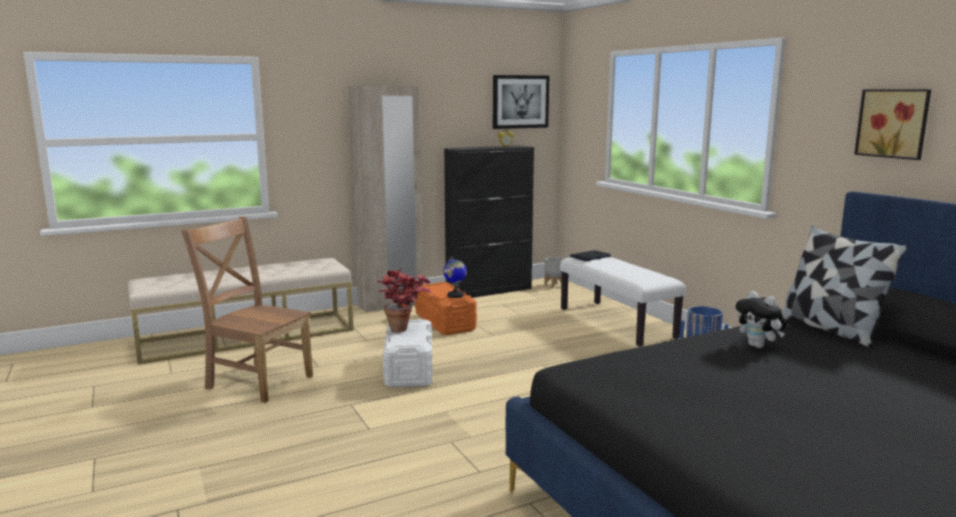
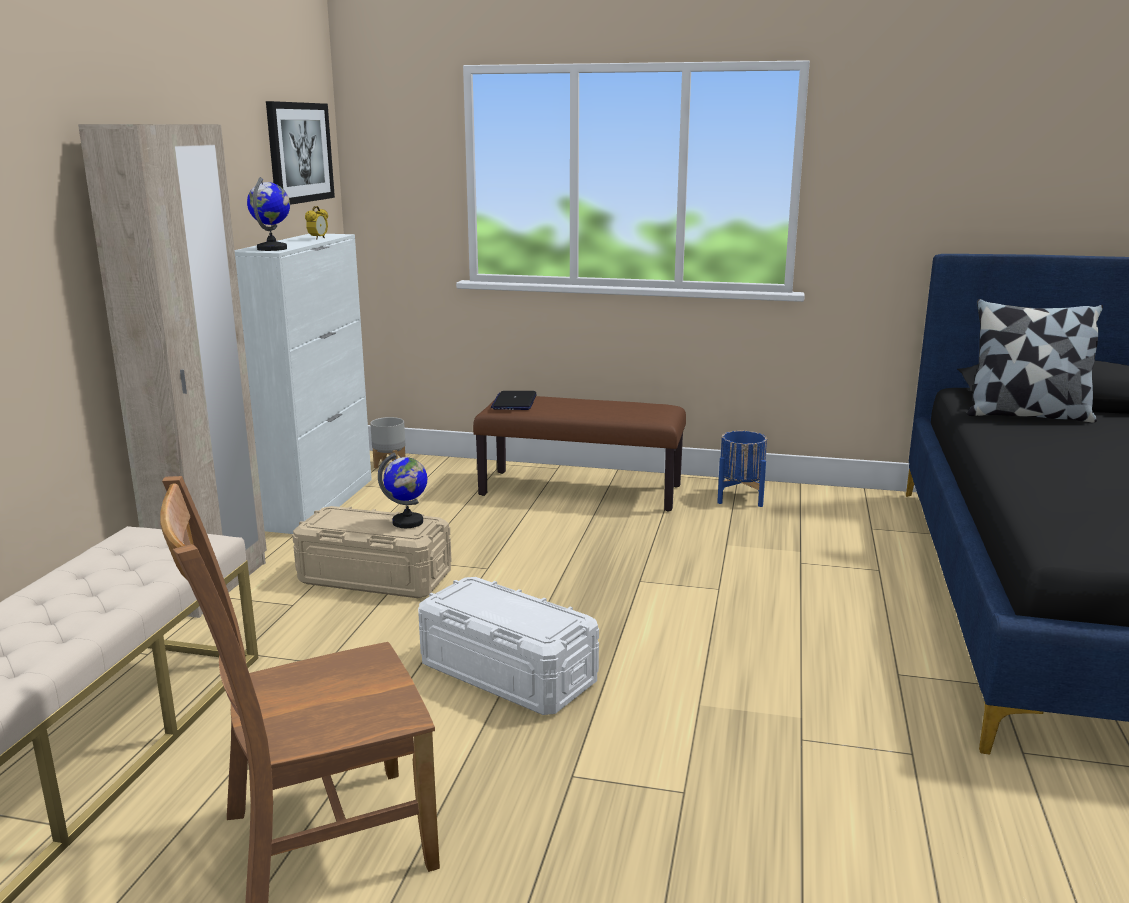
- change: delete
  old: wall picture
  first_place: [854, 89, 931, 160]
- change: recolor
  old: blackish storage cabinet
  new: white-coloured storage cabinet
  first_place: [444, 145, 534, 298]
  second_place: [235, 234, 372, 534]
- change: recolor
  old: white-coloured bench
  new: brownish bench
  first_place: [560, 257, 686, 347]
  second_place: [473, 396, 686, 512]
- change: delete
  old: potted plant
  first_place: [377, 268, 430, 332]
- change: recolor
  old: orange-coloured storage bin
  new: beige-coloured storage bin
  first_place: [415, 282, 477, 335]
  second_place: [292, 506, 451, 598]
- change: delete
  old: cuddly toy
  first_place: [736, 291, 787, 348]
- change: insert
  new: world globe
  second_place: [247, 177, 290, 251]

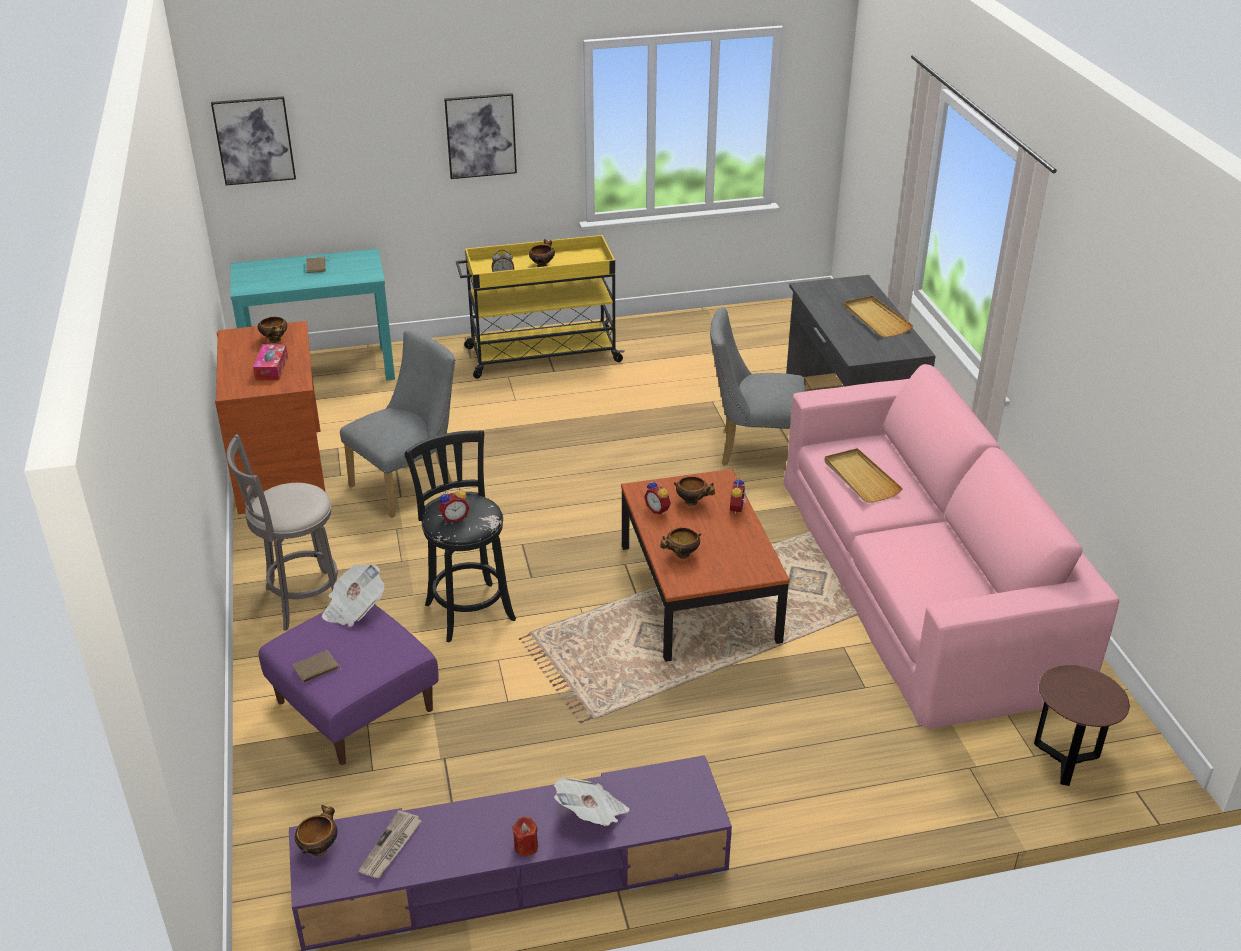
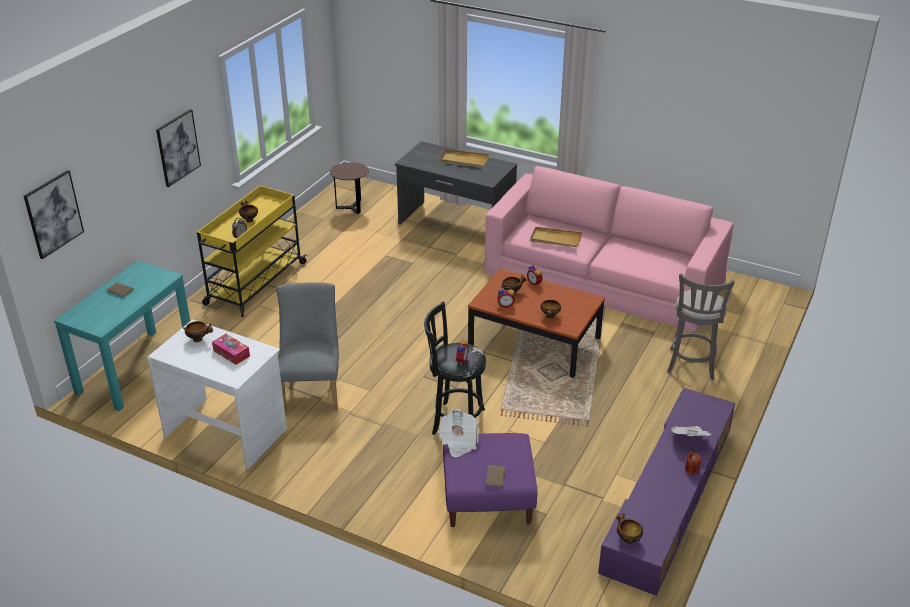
- change: delete
  old: gray upright chair
  first_place: [710, 307, 806, 466]
- change: recolor
  old: brownish desk table
  new: white-coloured desk table
  first_place: [215, 321, 325, 515]
  second_place: [147, 319, 287, 470]
- change: move
  old: gray stool seat
  first_place: [227, 434, 338, 631]
  second_place: [667, 273, 734, 380]
- change: move
  old: brownish accent table
  first_place: [1034, 665, 1130, 786]
  second_place: [330, 162, 369, 214]
- change: delete
  old: newspaper
  first_place: [358, 810, 422, 878]

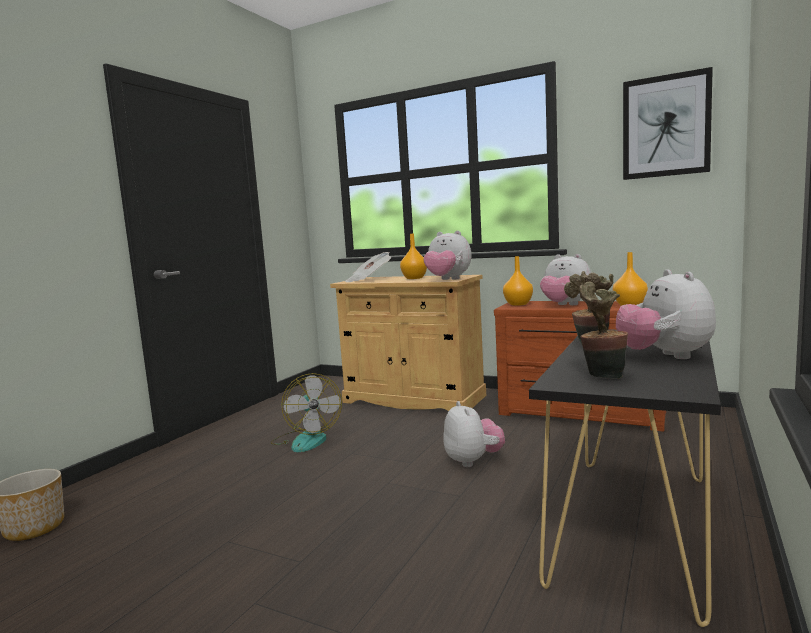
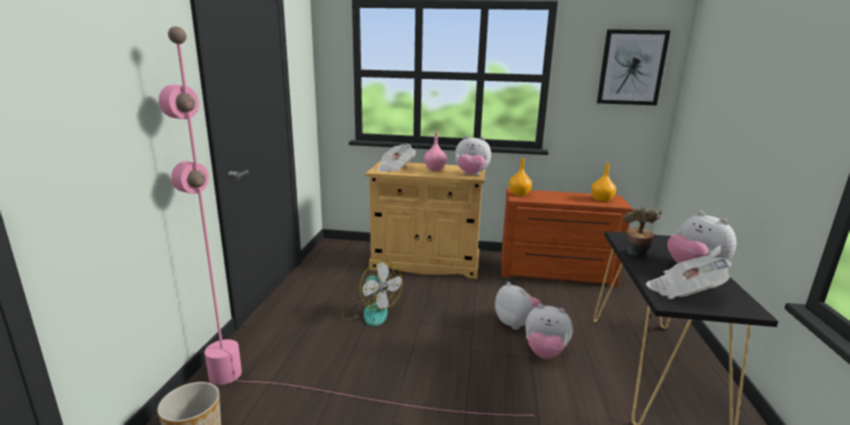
- change: recolor
  old: orange-coloured flower vase
  new: pink-coloured flower vase
  first_place: [400, 234, 427, 279]
  second_place: [424, 132, 447, 171]
- change: move
  old: cuddly toy
  first_place: [540, 254, 591, 305]
  second_place: [525, 304, 573, 359]
- change: replace
  old: potted plant
  new: newspaper
  first_place: [579, 282, 628, 379]
  second_place: [646, 256, 732, 299]
- change: insert
  new: pink-coloured floor lamp
  second_place: [159, 26, 534, 416]

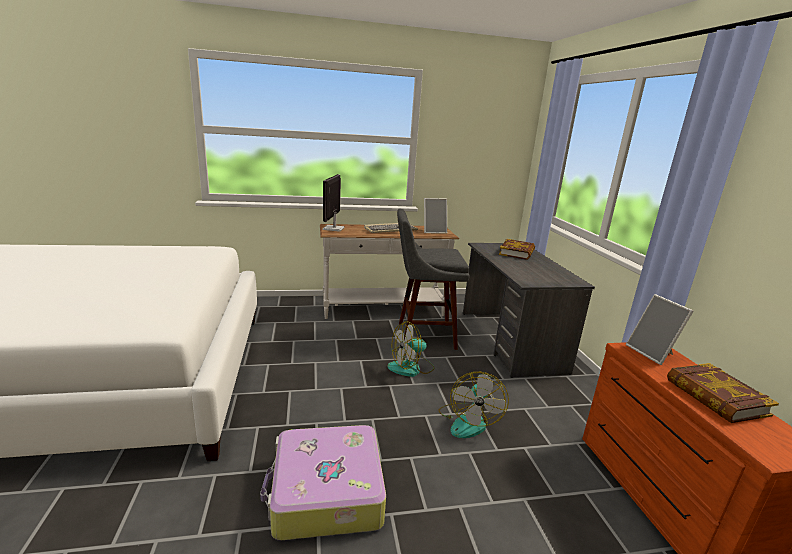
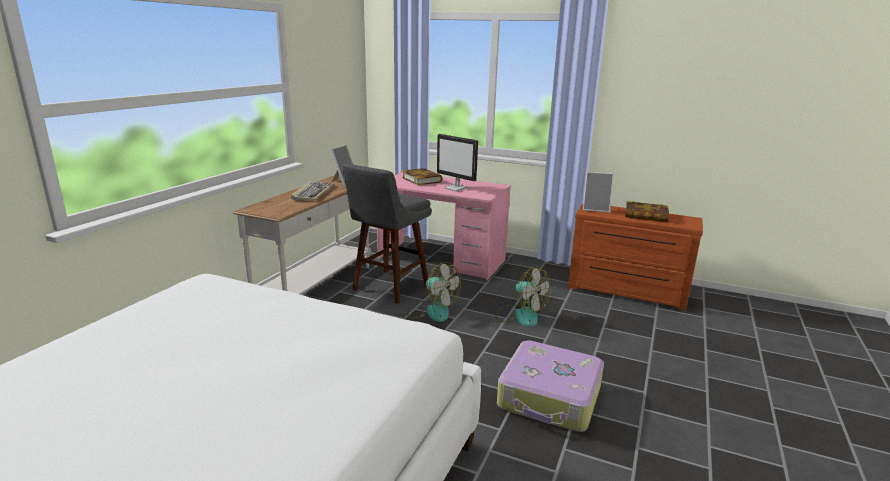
- change: move
  old: monitor
  first_place: [323, 174, 345, 231]
  second_place: [437, 134, 478, 191]
- change: recolor
  old: gray desk table
  new: pink-coloured desk table
  first_place: [463, 243, 595, 378]
  second_place: [377, 172, 511, 280]
- change: rotate
  old: fan
  first_place: [387, 321, 434, 377]
  second_place: [407, 262, 461, 322]
  degrees: -60

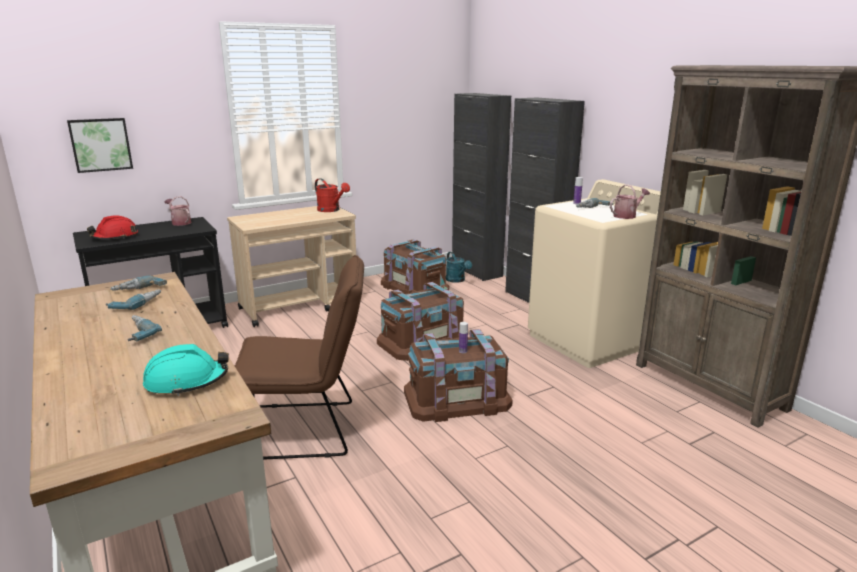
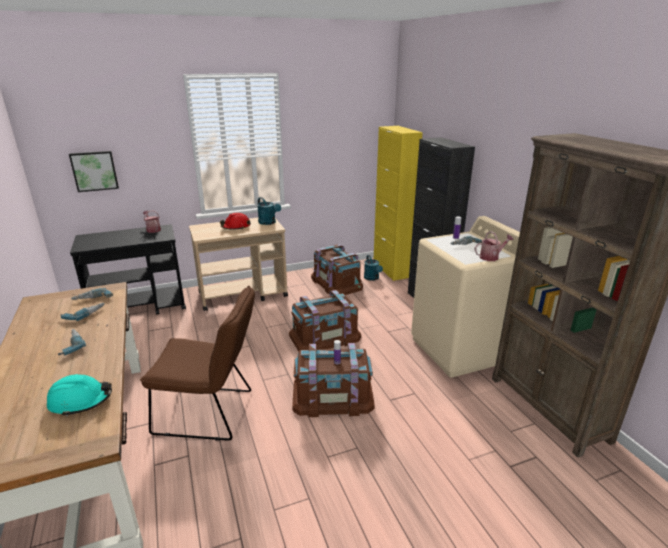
- change: recolor
  old: blackish storage cabinet
  new: yellowish storage cabinet
  first_place: [452, 93, 511, 281]
  second_place: [374, 126, 423, 281]
- change: recolor
  old: reddish watering pot
  new: turquoise-coloured watering pot
  first_place: [315, 178, 350, 212]
  second_place: [257, 197, 281, 225]
- change: move
  old: reddish work helmet
  first_place: [87, 215, 138, 239]
  second_place: [220, 213, 251, 230]

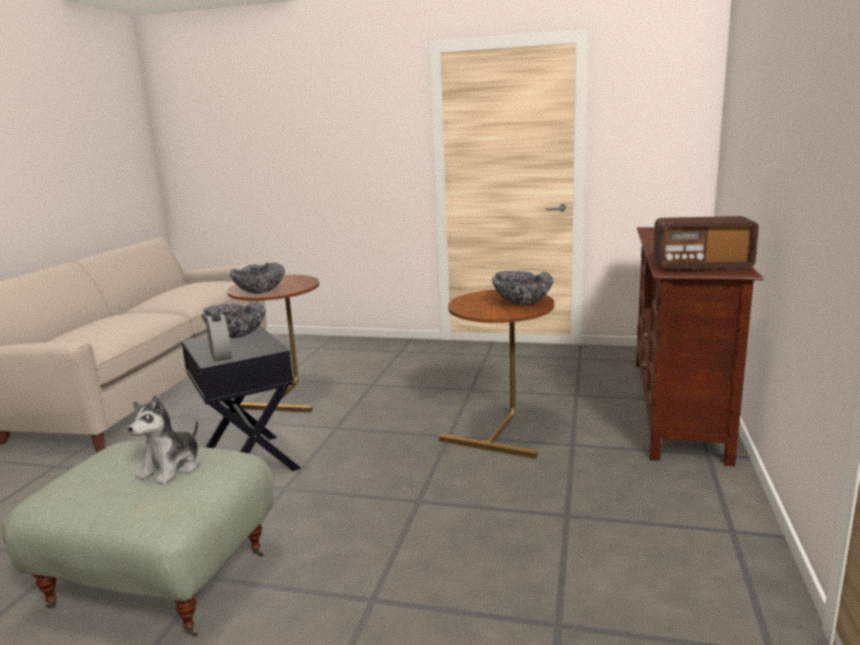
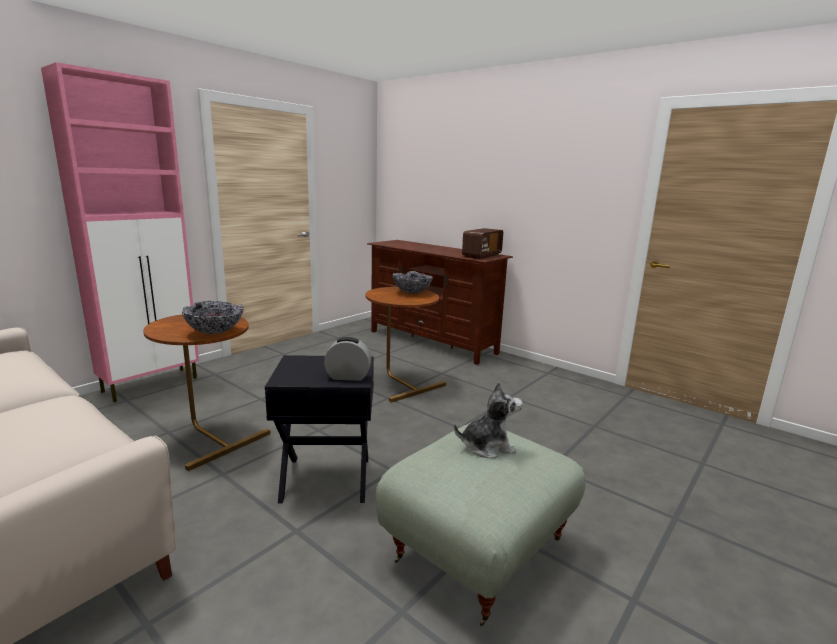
- change: delete
  old: bowl
  first_place: [202, 301, 266, 338]
- change: rotate
  old: cuddly toy
  first_place: [128, 395, 200, 485]
  second_place: [454, 381, 523, 459]
  degrees: -60
- change: insert
  new: pink-coloured storage cabinet
  second_place: [41, 62, 199, 402]

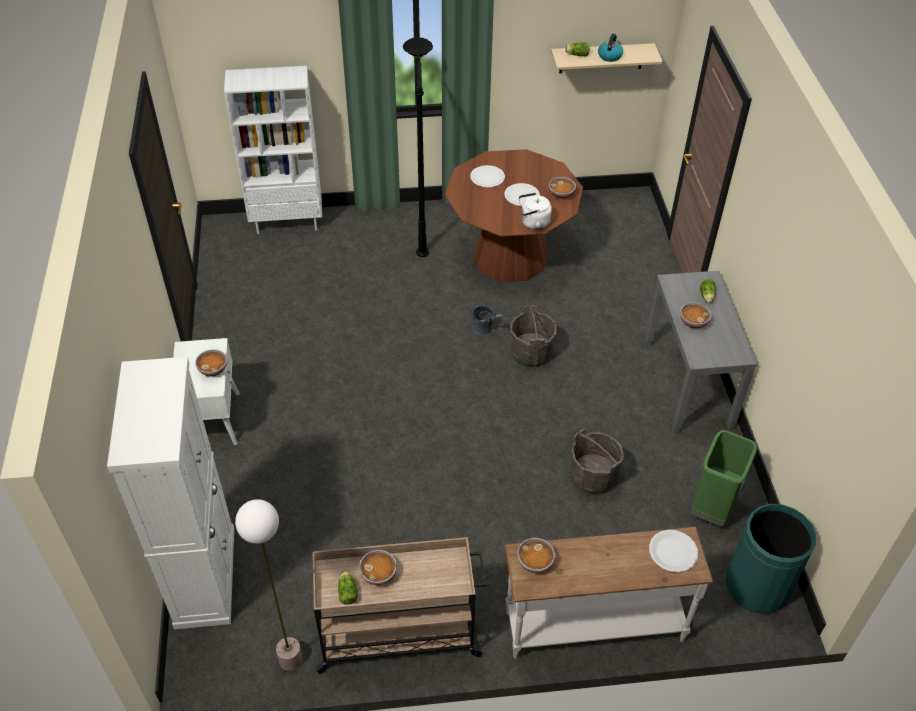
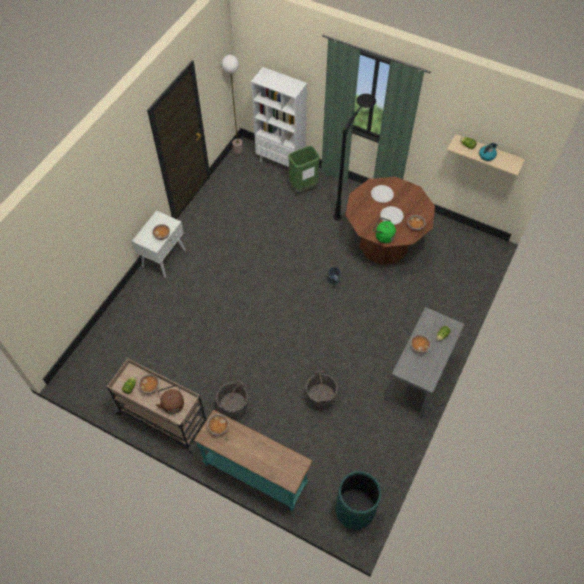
- change: recolor
  old: white-coloured tea kettle
  new: green-coloured tea kettle
  first_place: [519, 193, 552, 230]
  second_place: [373, 218, 396, 243]
- change: move
  old: gray bucket
  first_place: [510, 305, 557, 367]
  second_place: [216, 380, 248, 419]
- change: delete
  old: white-coloured storage cabinet
  first_place: [107, 357, 234, 629]
- change: move
  old: green-coloured rubbish bin
  first_place: [691, 430, 757, 526]
  second_place: [288, 146, 320, 193]
- change: move
  old: floor lamp
  first_place: [235, 499, 303, 671]
  second_place: [222, 55, 243, 154]
- change: recolor
  old: white-coloured console table
  new: turquoise-coloured console table
  first_place: [505, 527, 714, 659]
  second_place: [194, 410, 313, 512]
- change: delete
  old: white-coloured dinner plate
  first_place: [649, 530, 698, 572]
- change: insert
  new: brownish tea kettle
  second_place: [156, 385, 184, 414]

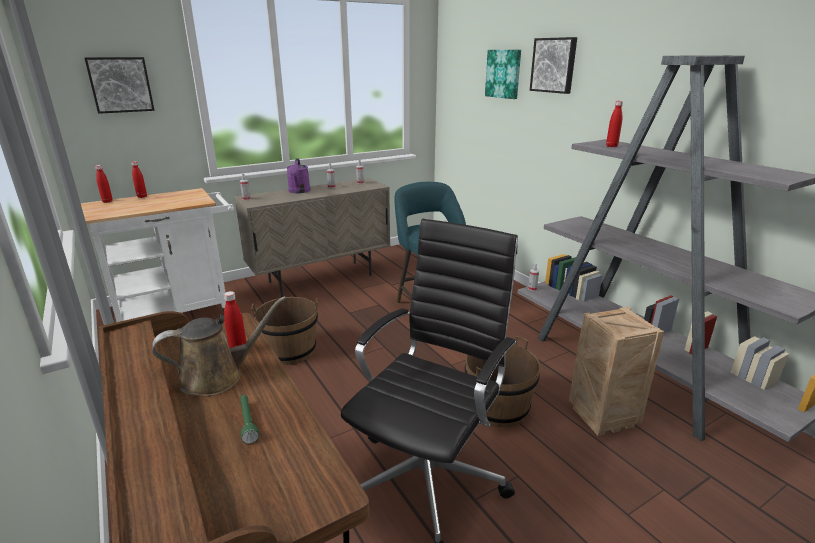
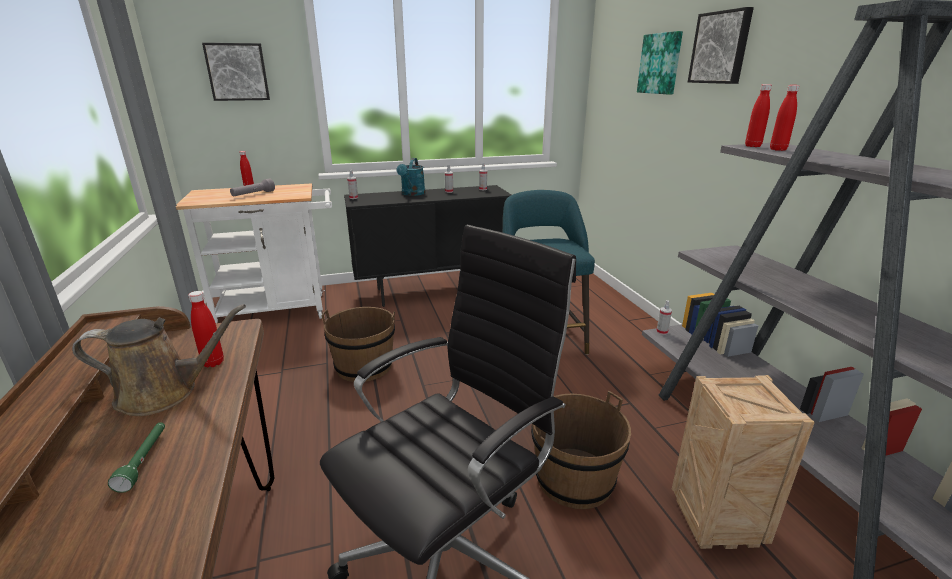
- change: recolor
  old: purplish watering pot
  new: turquoise-coloured watering pot
  first_place: [286, 158, 311, 193]
  second_place: [396, 158, 425, 196]
- change: move
  old: reddish bottle
  first_place: [95, 165, 113, 203]
  second_place: [745, 84, 772, 147]
- change: recolor
  old: beige-coloured storage cabinet
  new: blackish storage cabinet
  first_place: [234, 178, 390, 298]
  second_place: [344, 185, 511, 307]
- change: insert
  new: gray flashlight
  second_place: [230, 178, 275, 196]

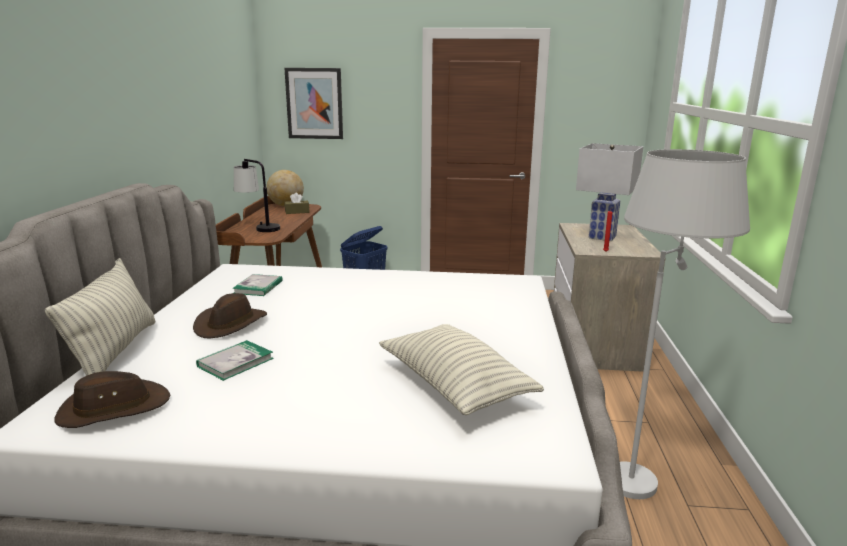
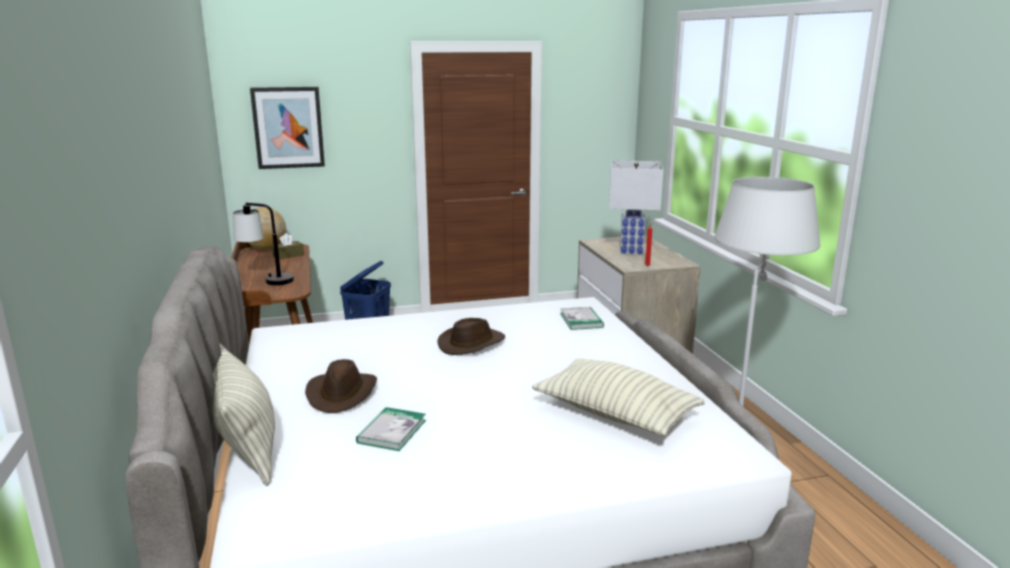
- change: move
  old: bound book
  first_place: [232, 274, 283, 296]
  second_place: [560, 307, 604, 330]
- change: move
  old: brownish hat
  first_place: [54, 371, 171, 428]
  second_place: [438, 318, 505, 355]

